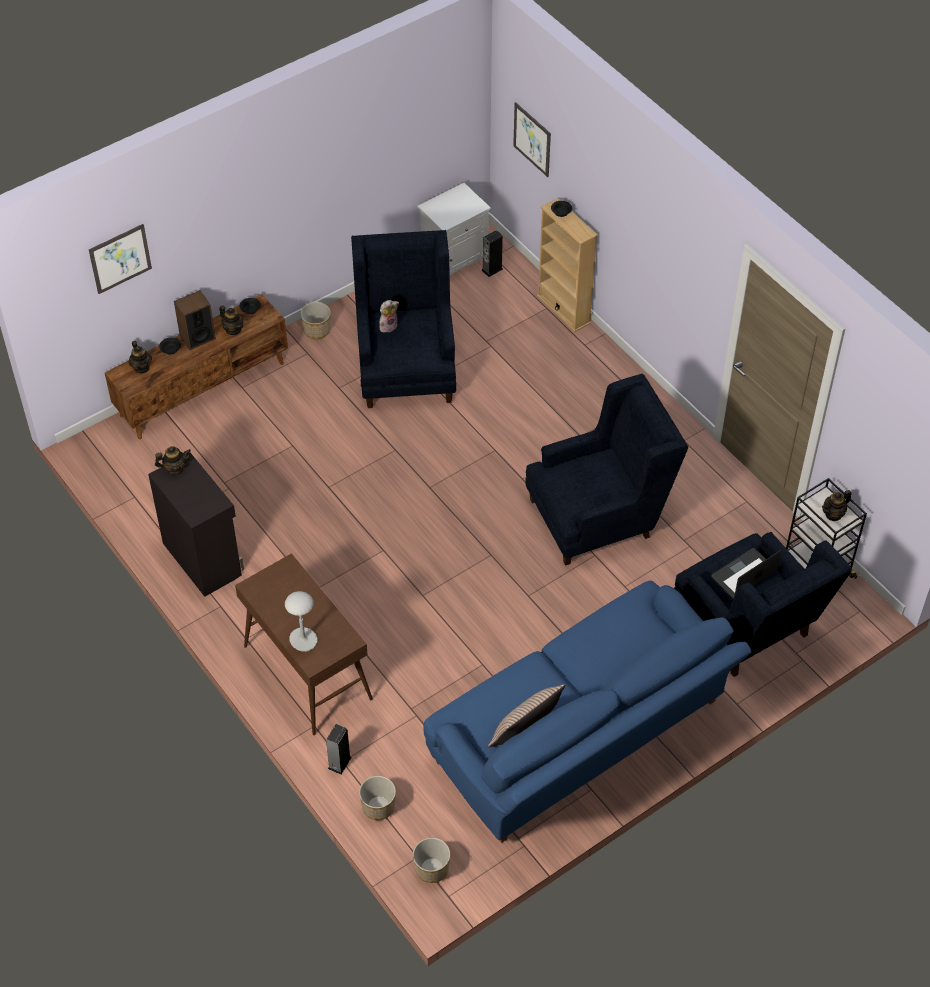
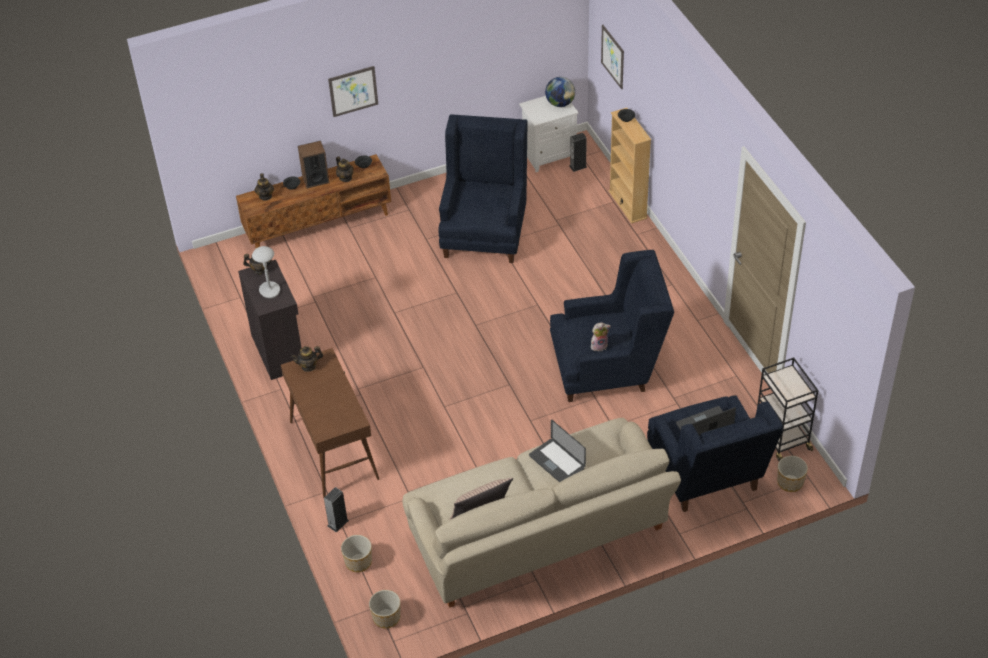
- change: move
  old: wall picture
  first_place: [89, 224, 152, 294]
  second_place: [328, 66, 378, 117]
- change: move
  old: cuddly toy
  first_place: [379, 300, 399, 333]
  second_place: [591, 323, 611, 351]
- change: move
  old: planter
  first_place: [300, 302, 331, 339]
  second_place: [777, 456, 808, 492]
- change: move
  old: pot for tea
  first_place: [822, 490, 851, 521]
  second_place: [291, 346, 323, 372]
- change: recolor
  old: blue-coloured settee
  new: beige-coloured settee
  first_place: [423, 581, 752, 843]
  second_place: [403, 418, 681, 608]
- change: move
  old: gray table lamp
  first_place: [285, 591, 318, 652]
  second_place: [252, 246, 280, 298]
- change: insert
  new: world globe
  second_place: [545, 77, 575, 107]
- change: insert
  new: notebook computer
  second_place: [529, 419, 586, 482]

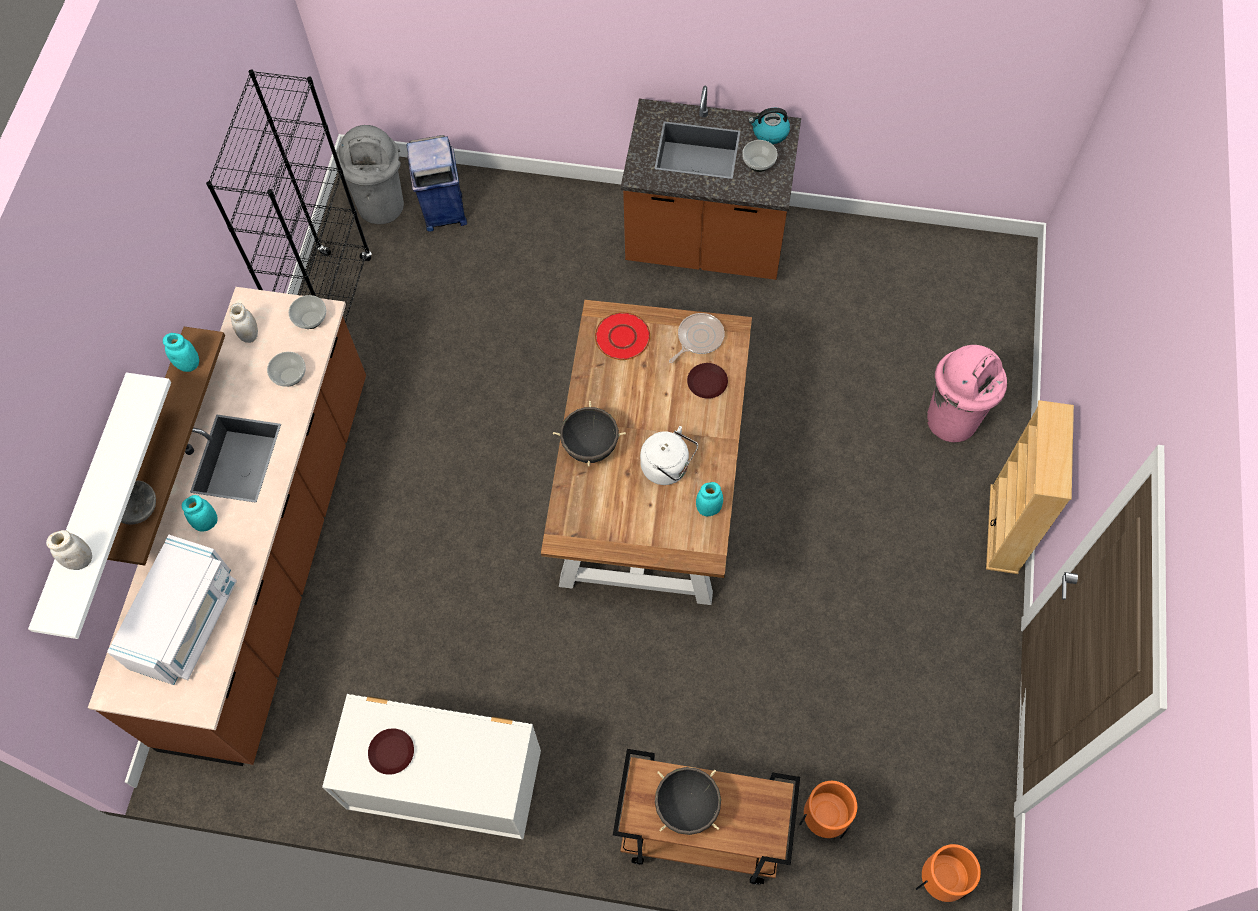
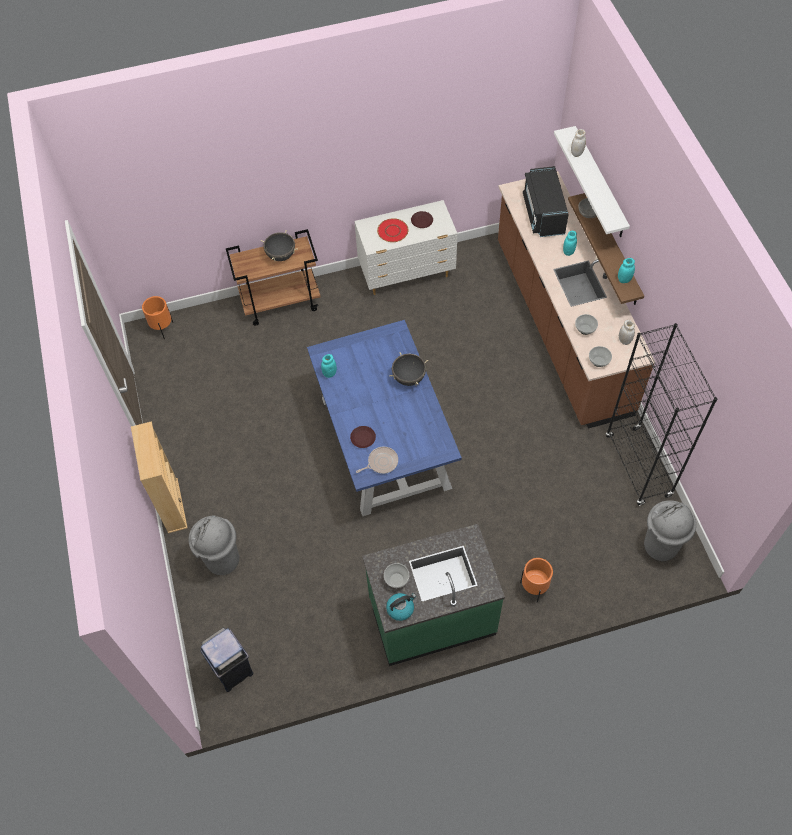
- change: recolor
  old: brownish kitchen counter
  new: green-coloured kitchen counter
  first_place: [621, 86, 801, 280]
  second_place: [362, 524, 505, 666]
- change: move
  old: blue-coloured rubbish bin
  first_place: [407, 135, 467, 232]
  second_place: [200, 627, 253, 692]
- change: recolor
  old: brownish dining table
  new: blue-coloured dining table
  first_place: [541, 300, 752, 605]
  second_place: [307, 320, 462, 516]
- change: move
  old: reddish dinner plate
  first_place: [595, 312, 650, 360]
  second_place: [377, 218, 408, 242]
- change: rotate
  old: frying pan
  first_place: [669, 313, 724, 363]
  second_place: [356, 447, 398, 474]
  degrees: -135
- change: recolor
  old: pink-coloured rubbish bin
  new: gray rubbish bin
  first_place: [927, 345, 1007, 442]
  second_place: [189, 516, 240, 575]
- change: delete
  old: white-coloured tea kettle
  first_place: [640, 426, 698, 485]
- change: recolor
  old: white-coloured kitchen microwave
  new: blackish kitchen microwave
  first_place: [107, 535, 237, 685]
  second_place: [523, 166, 569, 237]
- change: move
  old: orange-coloured planter
  first_place: [799, 781, 857, 839]
  second_place: [520, 558, 553, 602]

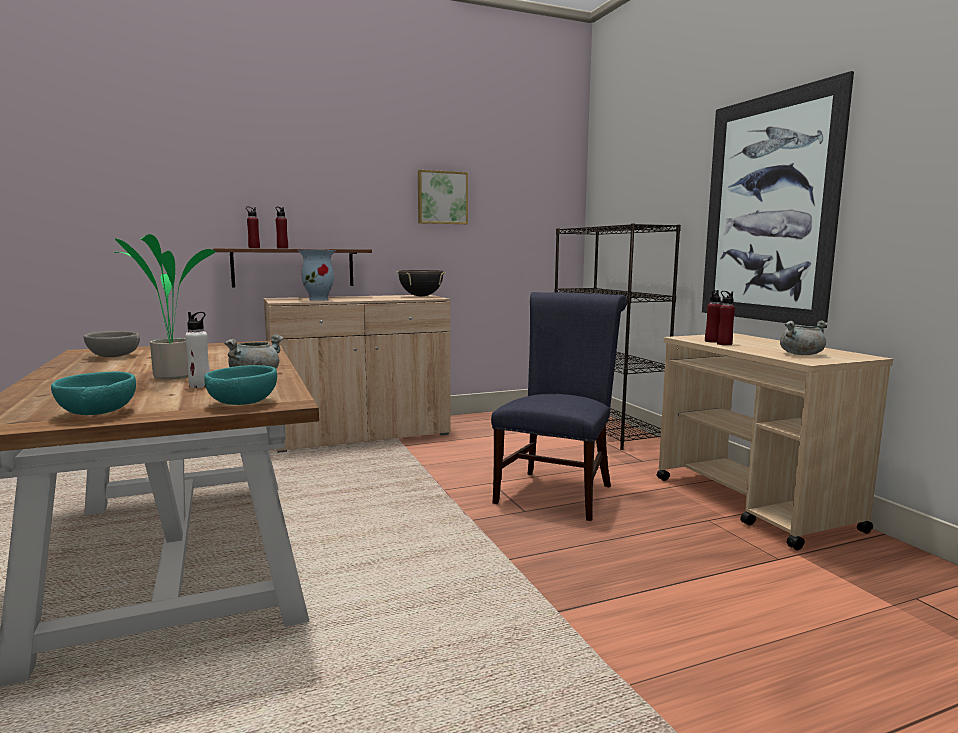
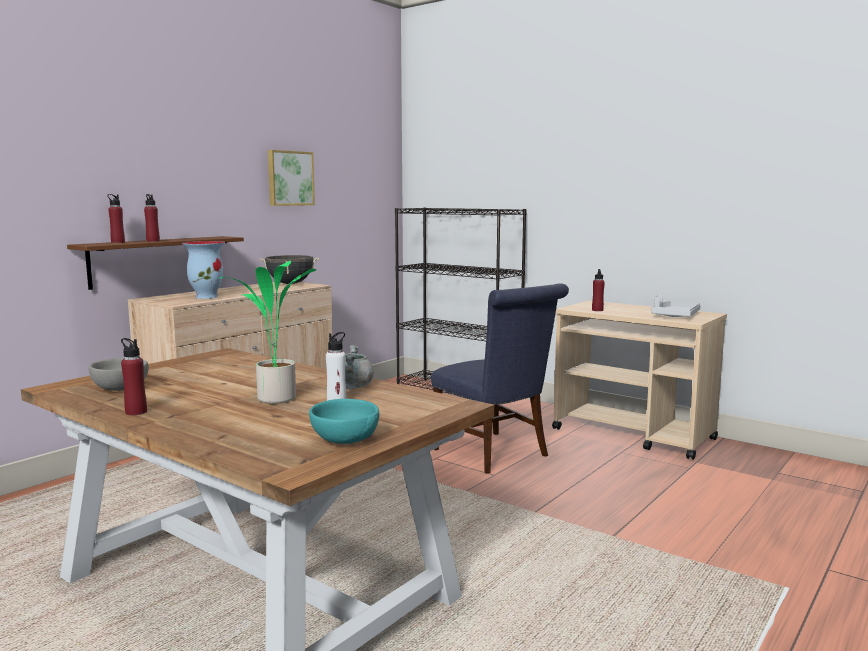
- change: delete
  old: wall picture
  first_place: [702, 71, 854, 328]
- change: move
  old: reddish bottle
  first_place: [717, 291, 735, 345]
  second_place: [121, 338, 147, 415]
- change: rotate
  old: blue-coloured upright chair
  first_place: [491, 292, 627, 521]
  second_place: [431, 283, 569, 474]
  degrees: 150
- change: replace
  old: gray saucepot
  new: gray serving tray
  first_place: [780, 321, 828, 355]
  second_place: [651, 295, 701, 317]
- change: delete
  old: turquoise-coloured bowl
  first_place: [204, 365, 277, 405]

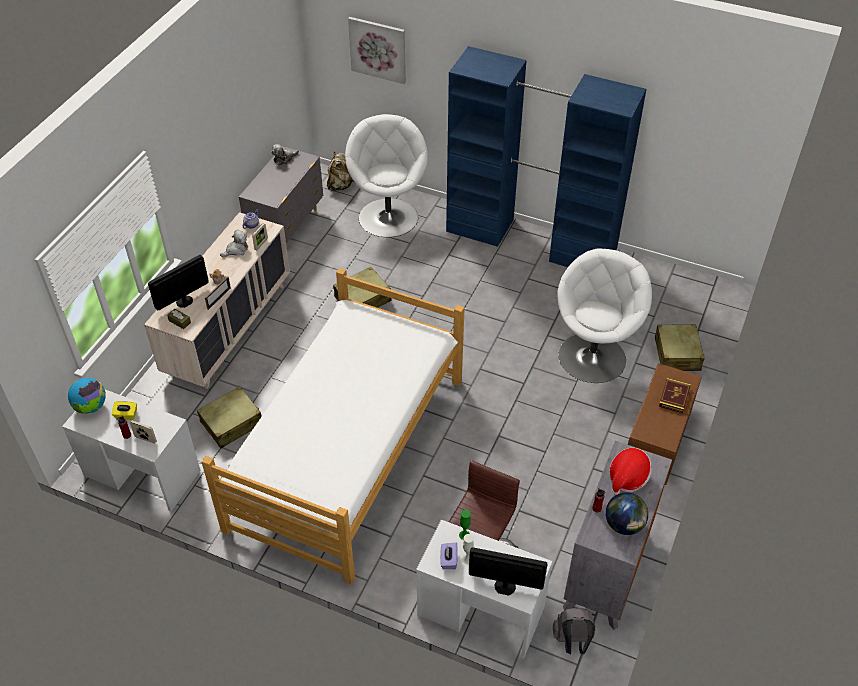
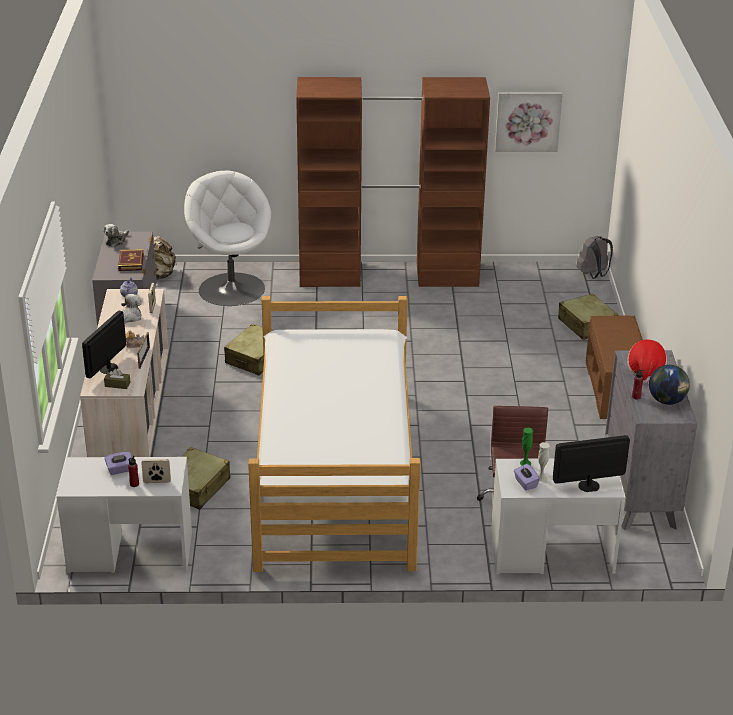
- change: move
  old: wall picture
  first_place: [348, 17, 406, 84]
  second_place: [495, 92, 563, 152]
- change: recolor
  old: blue-coloured wardrobe
  new: brownish wardrobe
  first_place: [446, 46, 647, 267]
  second_place: [296, 77, 490, 287]
- change: delete
  old: white-coloured easy chair
  first_place: [558, 249, 652, 383]
- change: delete
  old: world globe
  first_place: [68, 378, 106, 414]
- change: move
  old: bound book
  first_place: [659, 378, 691, 413]
  second_place: [118, 249, 144, 271]
- change: recolor
  old: yellowish box of tissues
  new: purplish box of tissues
  first_place: [112, 401, 137, 420]
  second_place: [104, 452, 131, 475]
- change: move
  old: gray backpack
  first_place: [553, 608, 595, 654]
  second_place: [576, 236, 613, 279]

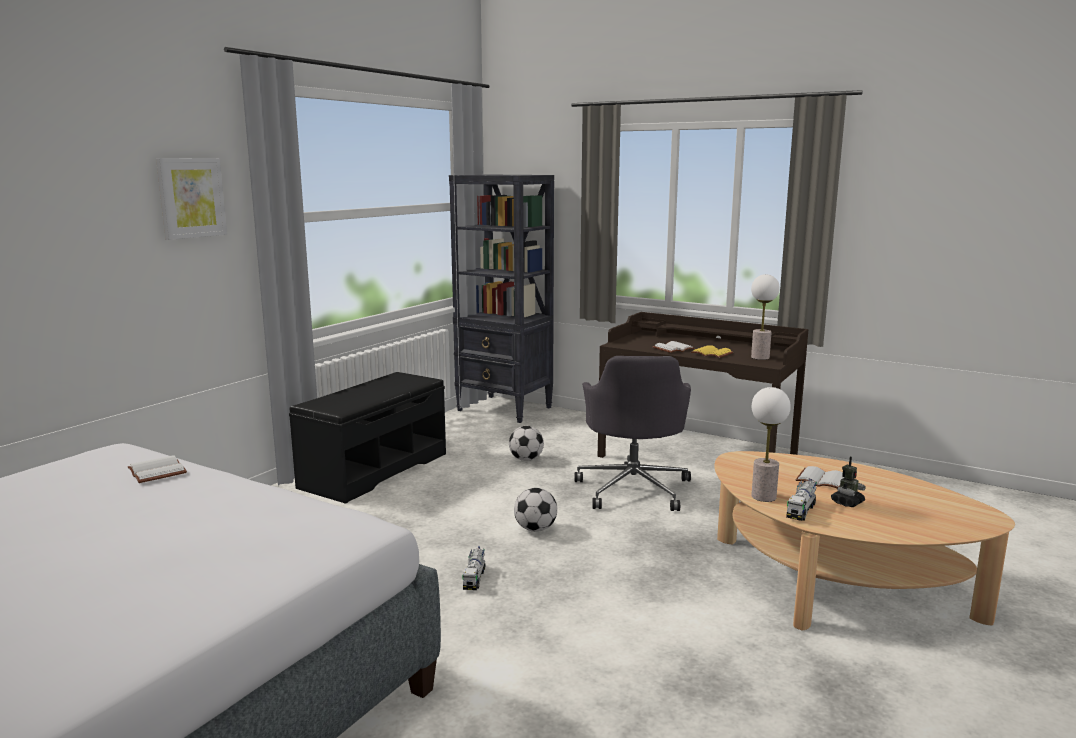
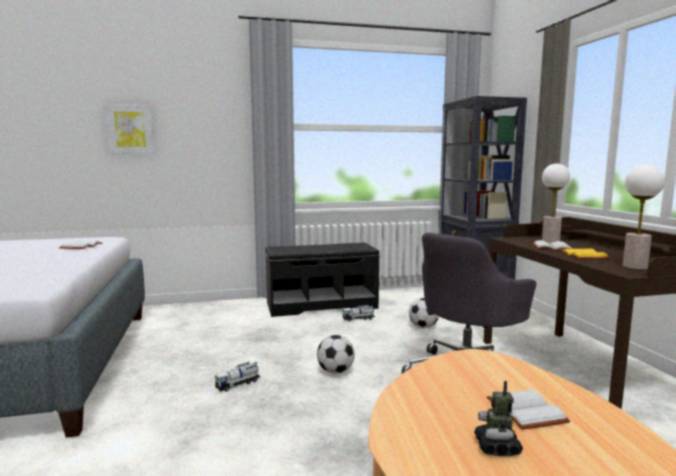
- change: move
  old: wall picture
  first_place: [156, 158, 227, 240]
  second_place: [106, 104, 154, 154]
- change: move
  old: table lamp
  first_place: [751, 387, 791, 502]
  second_place: [542, 163, 570, 243]
- change: rotate
  old: toy robot
  first_place: [831, 457, 866, 507]
  second_place: [474, 381, 523, 456]
  degrees: 90
- change: move
  old: toy truck
  first_place: [786, 479, 817, 521]
  second_place: [343, 305, 375, 321]

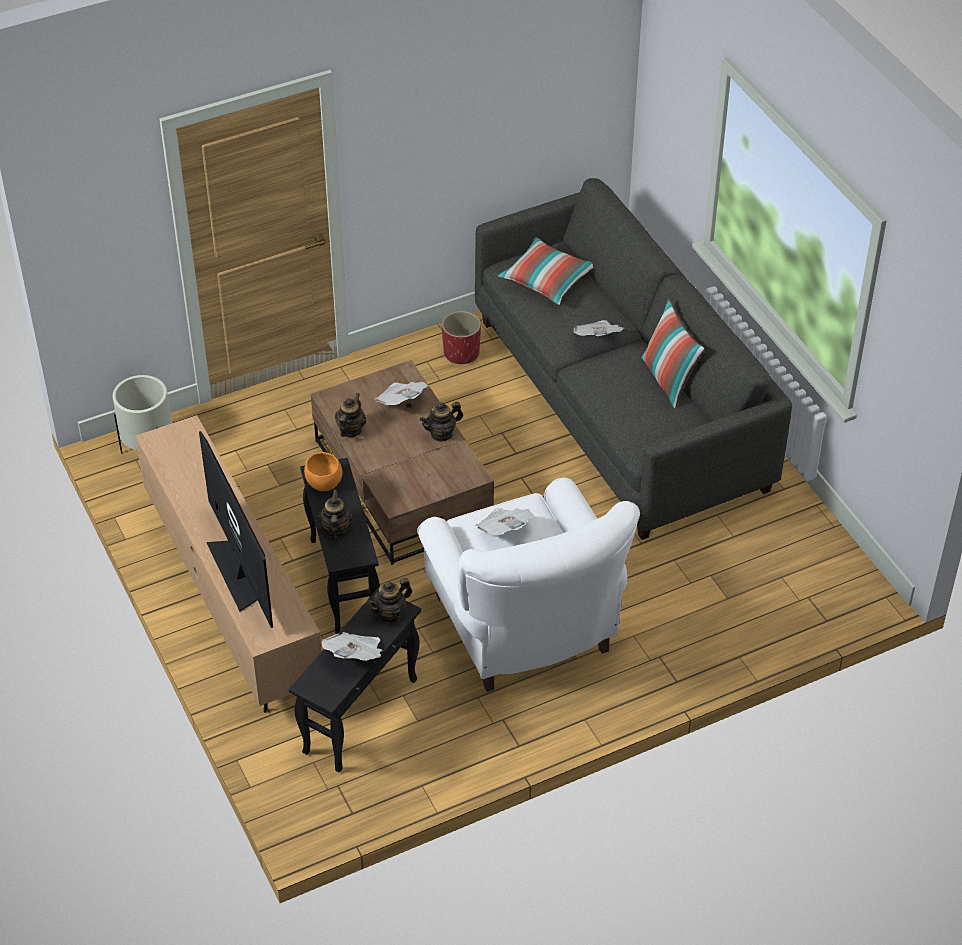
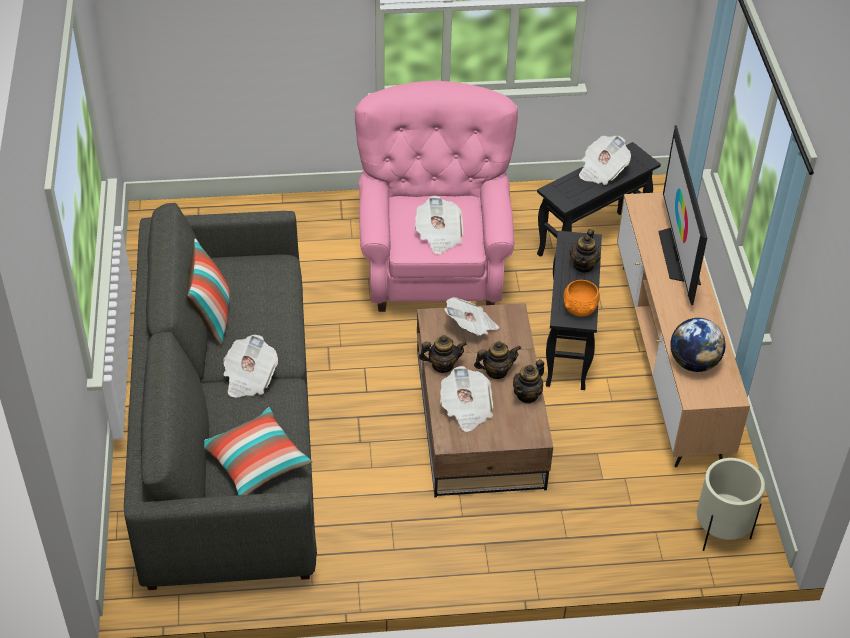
- change: delete
  old: reddish planter
  first_place: [442, 311, 481, 364]
- change: recolor
  old: white-coloured easy chair
  new: pink-coloured easy chair
  first_place: [417, 478, 640, 692]
  second_place: [355, 81, 518, 312]
- change: move
  old: pot for tea
  first_place: [367, 578, 412, 623]
  second_place: [474, 341, 521, 379]
- change: insert
  new: newspaper
  second_place: [444, 297, 499, 336]
- change: insert
  new: world globe
  second_place: [670, 318, 726, 372]

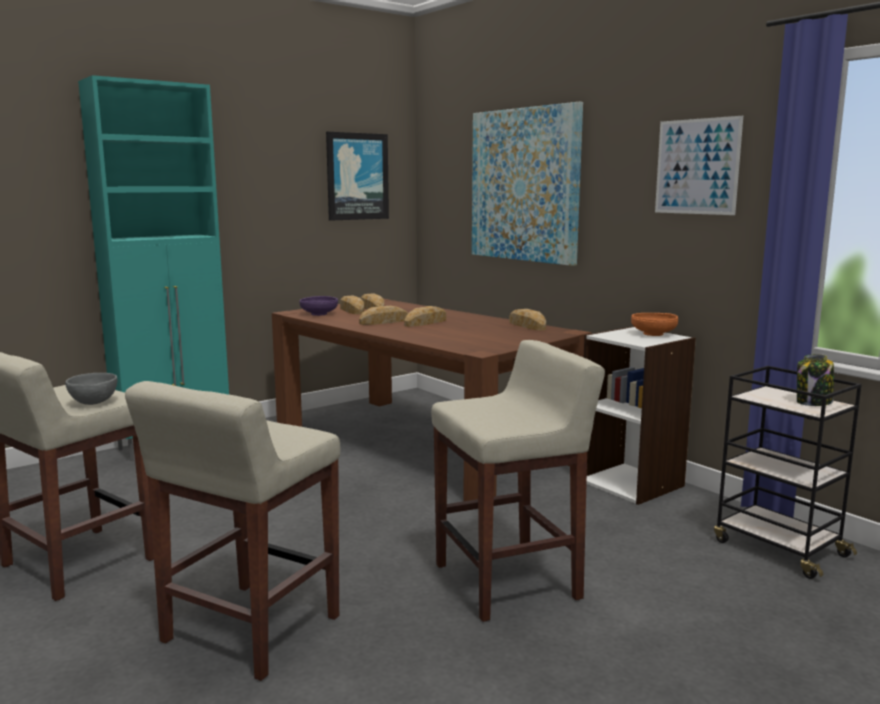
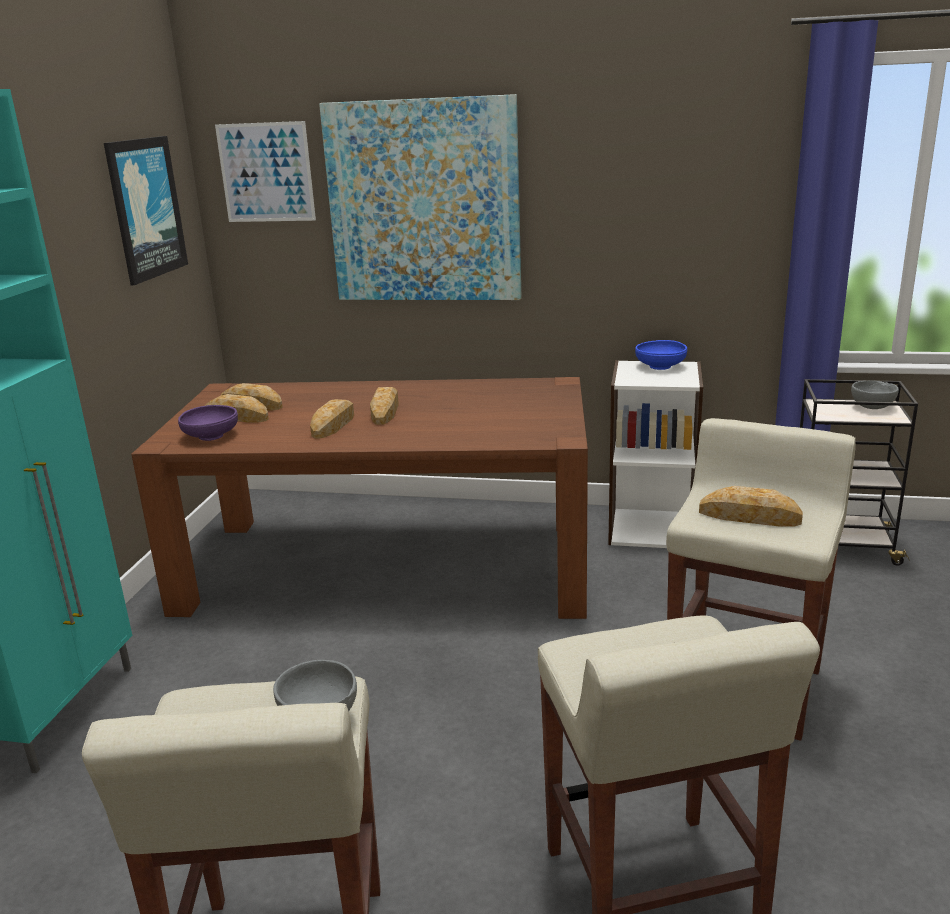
- change: move
  old: wall picture
  first_place: [655, 116, 743, 215]
  second_place: [215, 121, 316, 222]
- change: move
  old: baked bread
  first_place: [509, 309, 546, 330]
  second_place: [699, 486, 803, 526]
- change: recolor
  old: orange-coloured bowl
  new: blue-coloured bowl
  first_place: [631, 313, 678, 336]
  second_place: [635, 340, 687, 370]
- change: replace
  old: storage jar
  new: gray bowl
  first_place: [797, 354, 834, 406]
  second_place: [851, 381, 899, 409]

